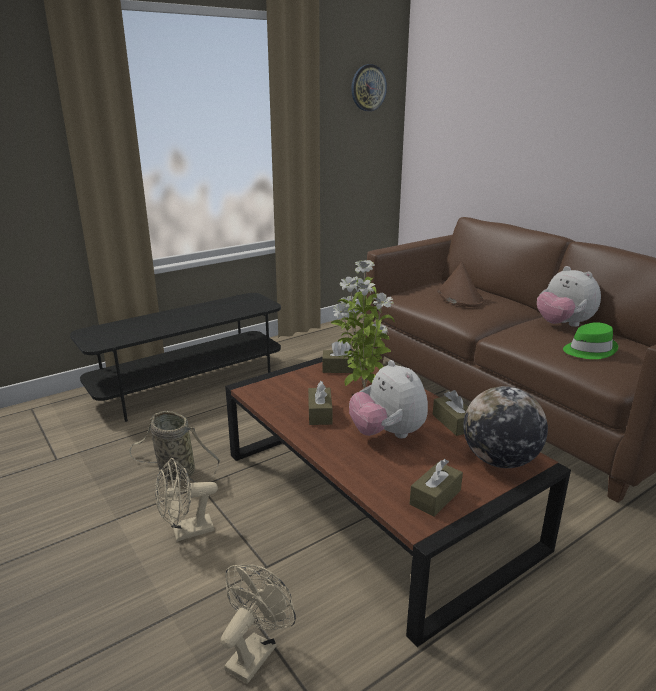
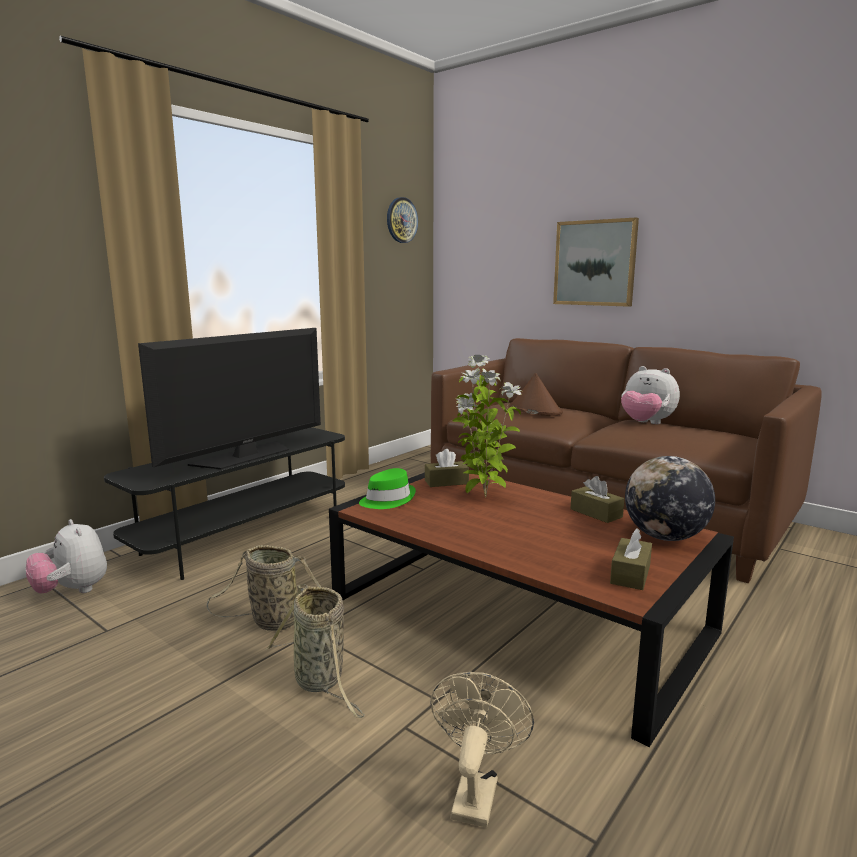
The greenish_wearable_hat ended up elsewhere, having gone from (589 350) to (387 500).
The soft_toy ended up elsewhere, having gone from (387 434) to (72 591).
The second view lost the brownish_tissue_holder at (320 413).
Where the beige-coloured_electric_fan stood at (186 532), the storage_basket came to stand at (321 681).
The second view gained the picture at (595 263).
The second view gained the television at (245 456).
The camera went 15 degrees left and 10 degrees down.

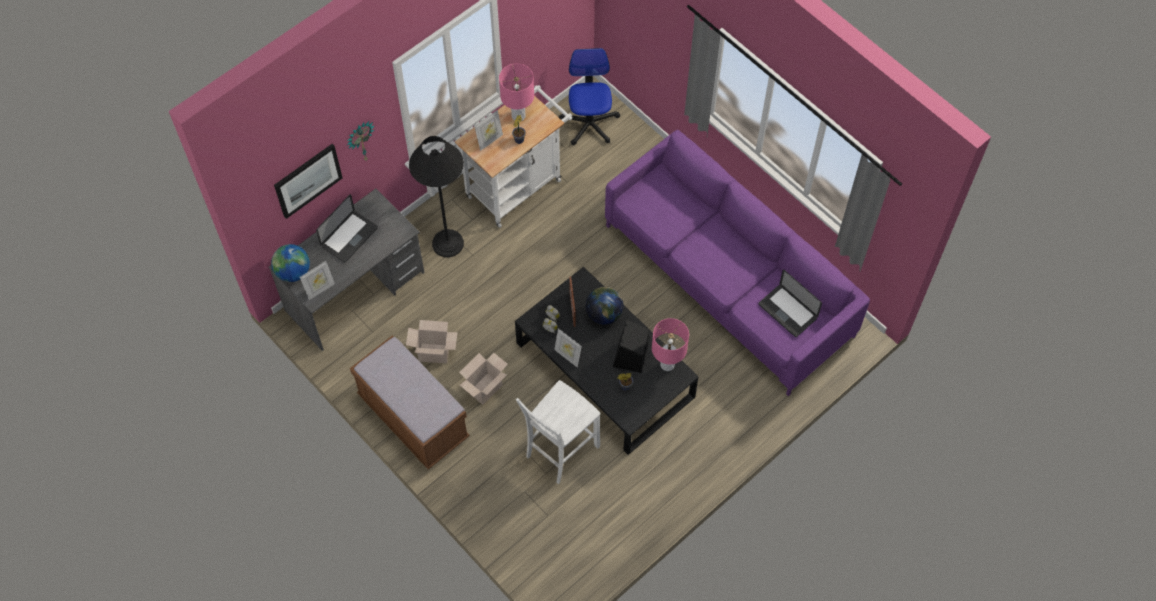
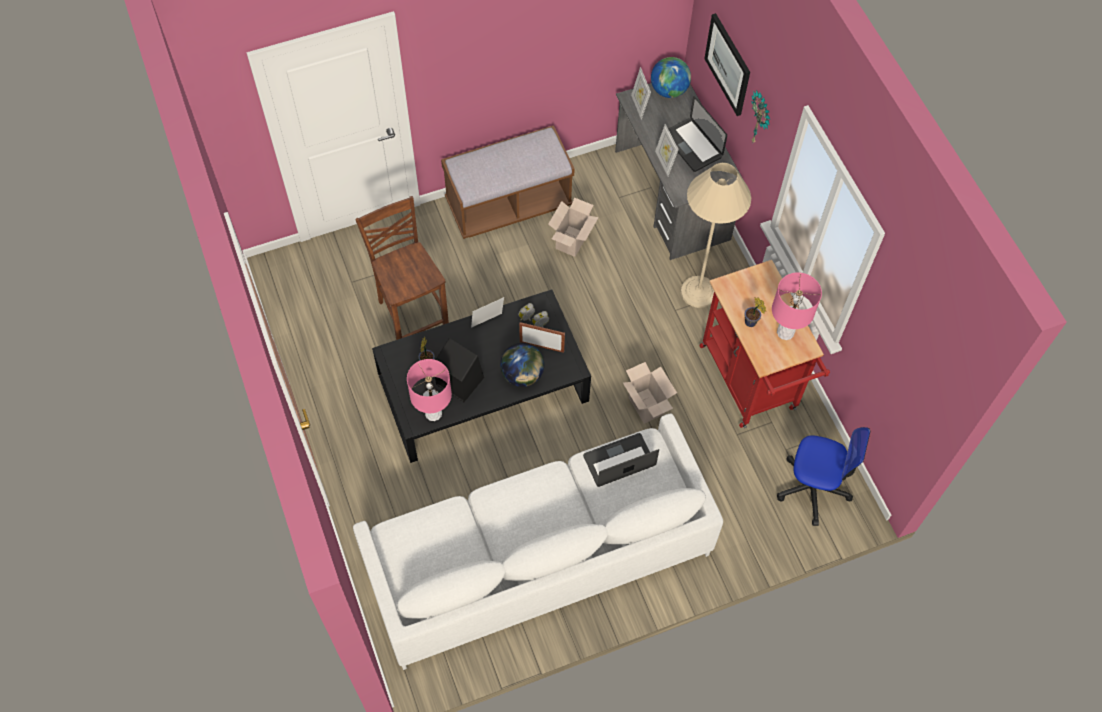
What was the whitish_cart at (518 184) turned into the reddish_cart at (751 383).
The standing_frame ended up elsewhere, having gone from (489 140) to (664 162).
What was the purple_settee at (728 280) turned into the whitish_settee at (537 556).
What was the black_floor_lamp at (448 243) turned into the beige-coloured_floor_lamp at (698 292).
The laptop ended up elsewhere, having gone from (787 311) to (619 461).
The carton ended up elsewhere, having gone from (485 387) to (647 406).
What was the whitish_chair at (560 451) turned into the brownish_chair at (412 315).
The camera went 110 degrees right and 0 degrees up.

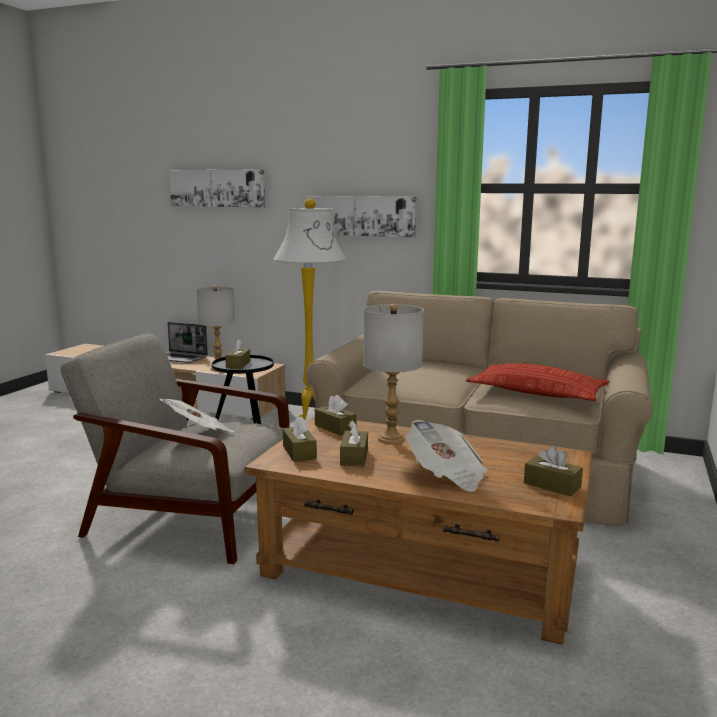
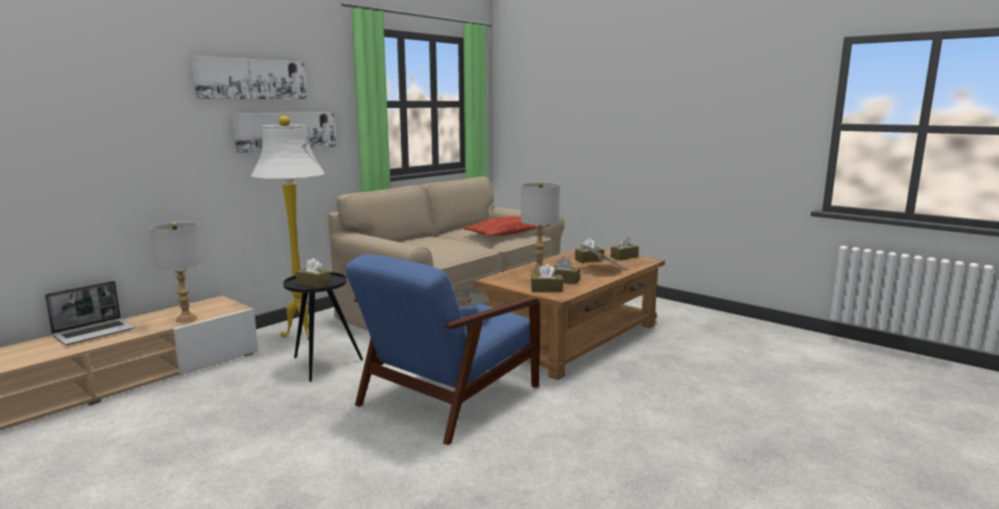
The picture ended up elsewhere, having gone from (217 188) to (251 79).
What was the grey_easy_chair at (189 517) turned into the bluish_easy_chair at (447 397).
The brownish_tissue_holder ended up elsewhere, having gone from (335 428) to (589 260).
The camera went 70 degrees left and 0 degrees up.

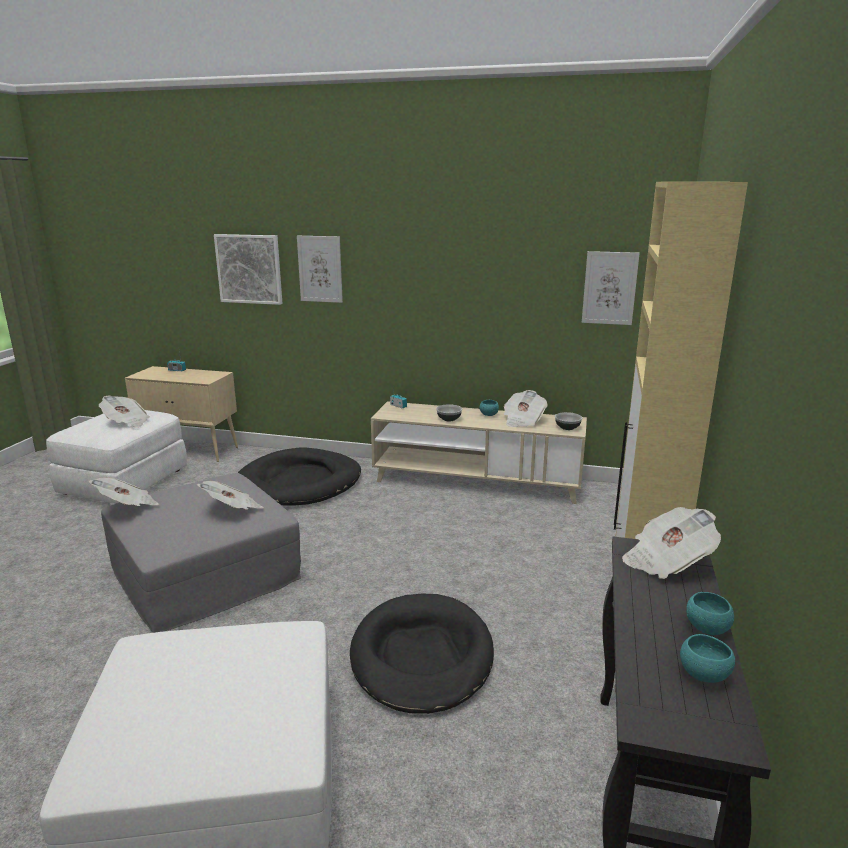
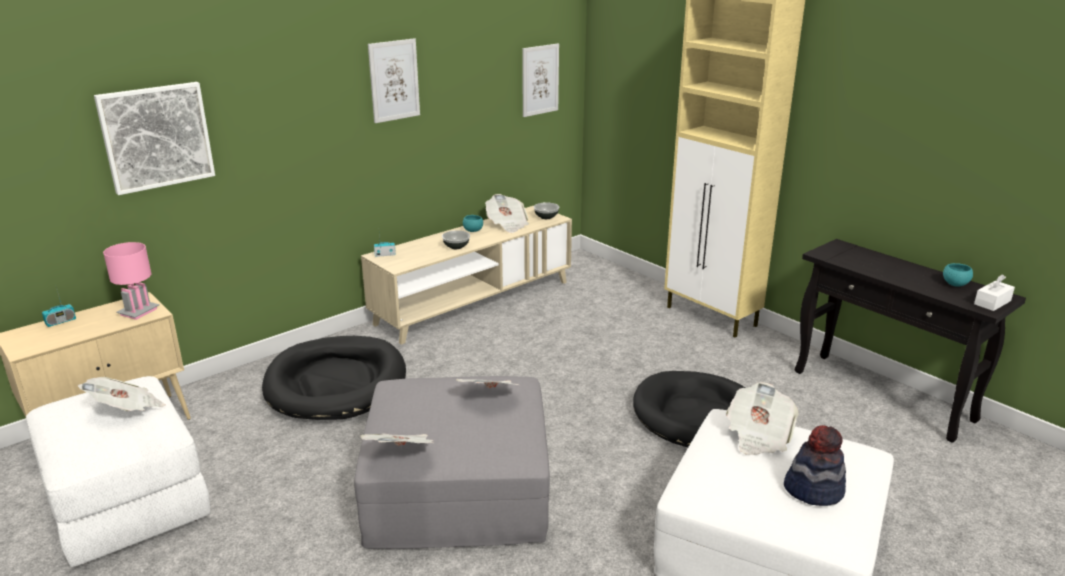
The picture ended up elsewhere, having gone from (320 269) to (394 80).
The printed_paper ended up elsewhere, having gone from (666 561) to (758 436).
The second view lost the turquoise-coloured_bowl at (707 628).
The second view gained the pink_table_lamp at (139 312).
The second view gained the whitish_tissue_holder at (992 302).
The second view gained the wearable_hat at (813 489).
The camera went 55 degrees left and 5 degrees up.

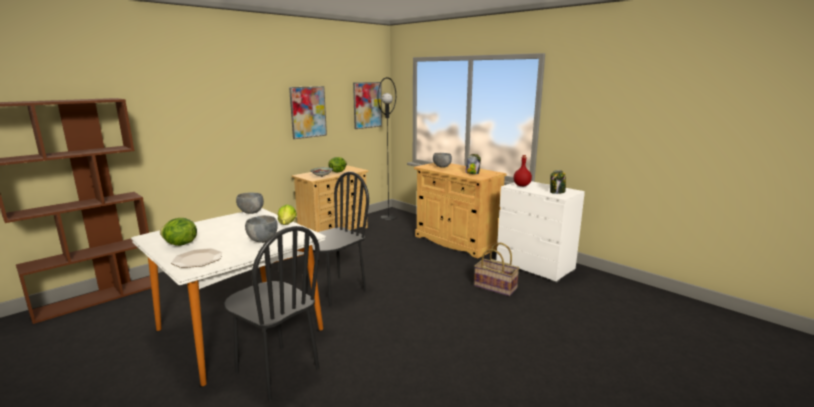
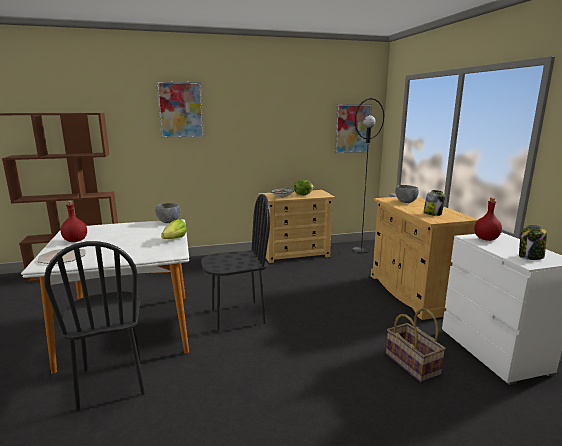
The picture ended up elsewhere, having gone from (308 112) to (180 110).
The second view lost the grey_bowl at (262 240).
Where the lettuce stood at (180 244), the reddish_drink_bottle came to stand at (75 241).
The camera went 30 degrees right and 0 degrees up.

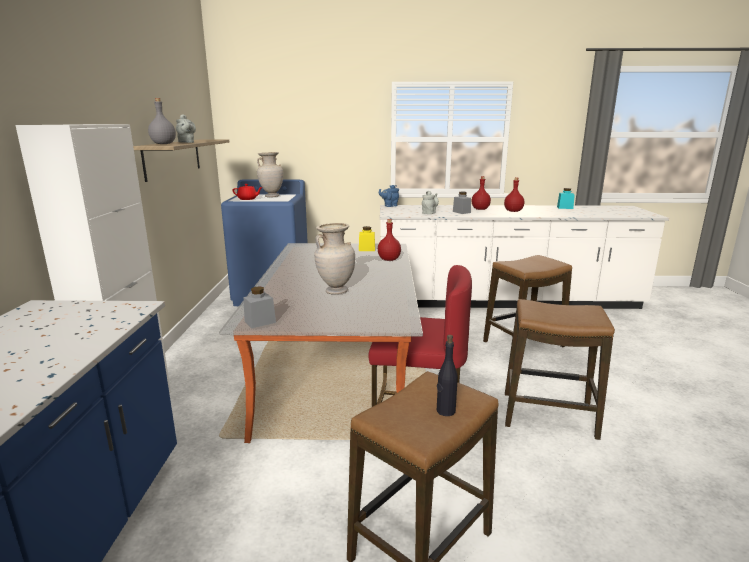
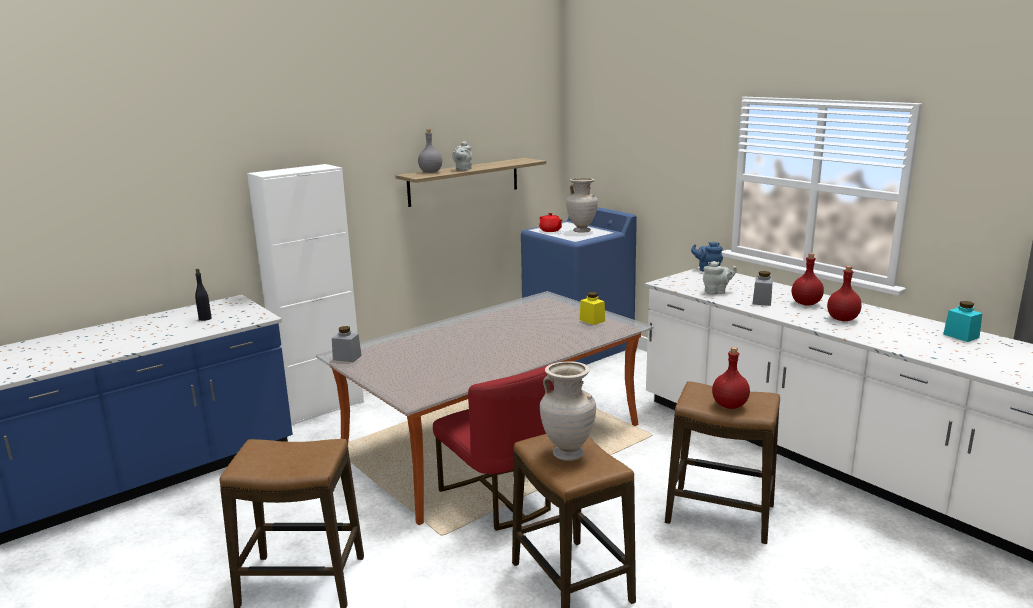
The reddish_drink_bottle ended up elsewhere, having gone from (389 259) to (730 405).
The beige-coloured_decorative_vase ended up elsewhere, having gone from (336 291) to (568 454).
The black_drink_bottle ended up elsewhere, having gone from (445 411) to (205 318).
The camera went 50 degrees right and 0 degrees up.

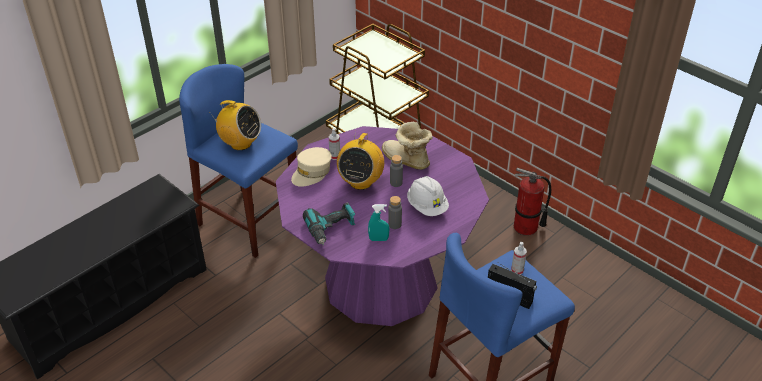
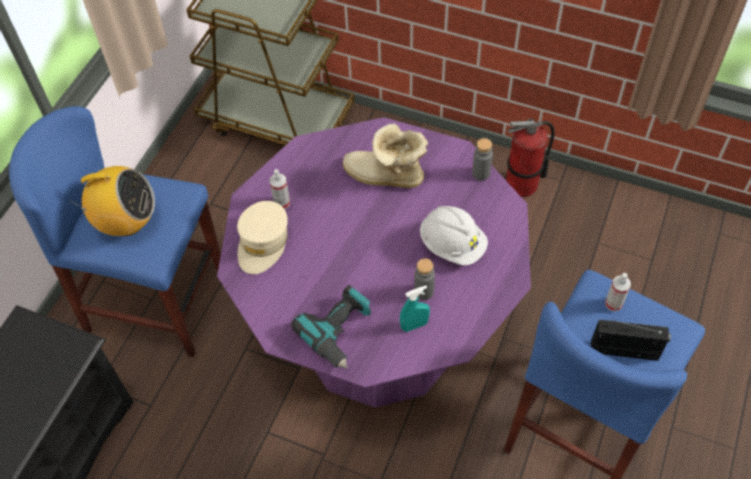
The second view lost the radio_set at (360 182).
The grey_drink_bottle ended up elsewhere, having gone from (396 183) to (481 173).
The camera went 20 degrees left and 15 degrees up.

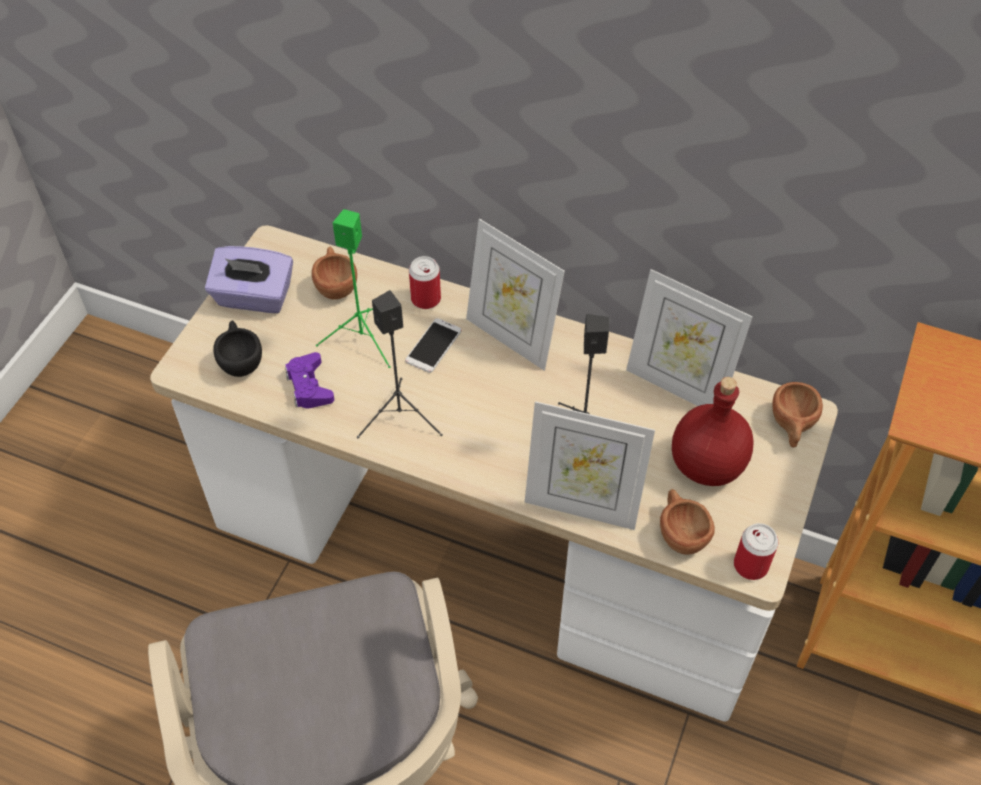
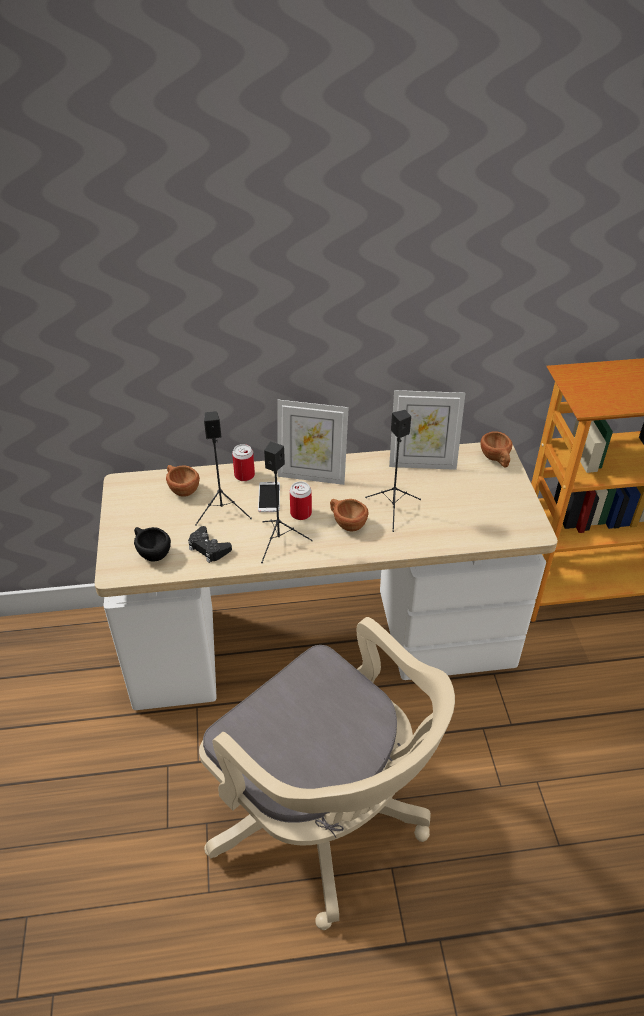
What was the greenish_audio_speaker at (363 340) turned into the black_audio_speaker at (223 511).
The second view lost the purple_tissue_holder at (254 297).
What was the purple_gamepad at (309 386) turned into the black_gamepad at (208 548).
The second view lost the reddish_drink_bottle at (707 464).
The second view lost the standing_frame at (582 506).
The brownish_small_cup ended up elsewhere, having gone from (680 532) to (346 523).
The can ended up elsewhere, having gone from (750 565) to (301 513).
The camera went 30 degrees left and 10 degrees down.

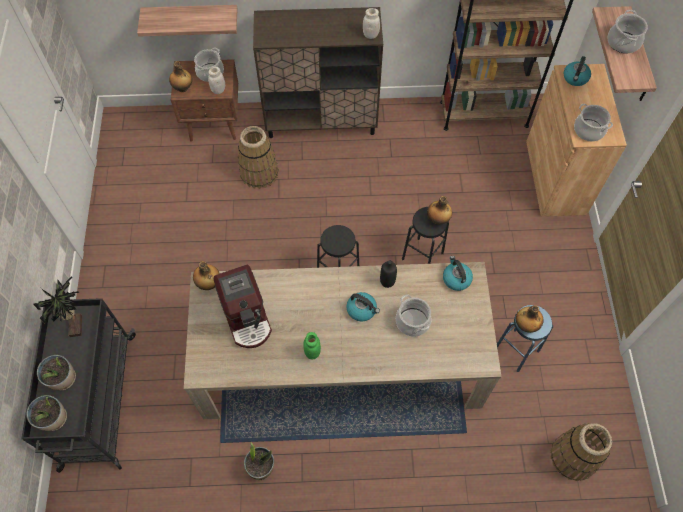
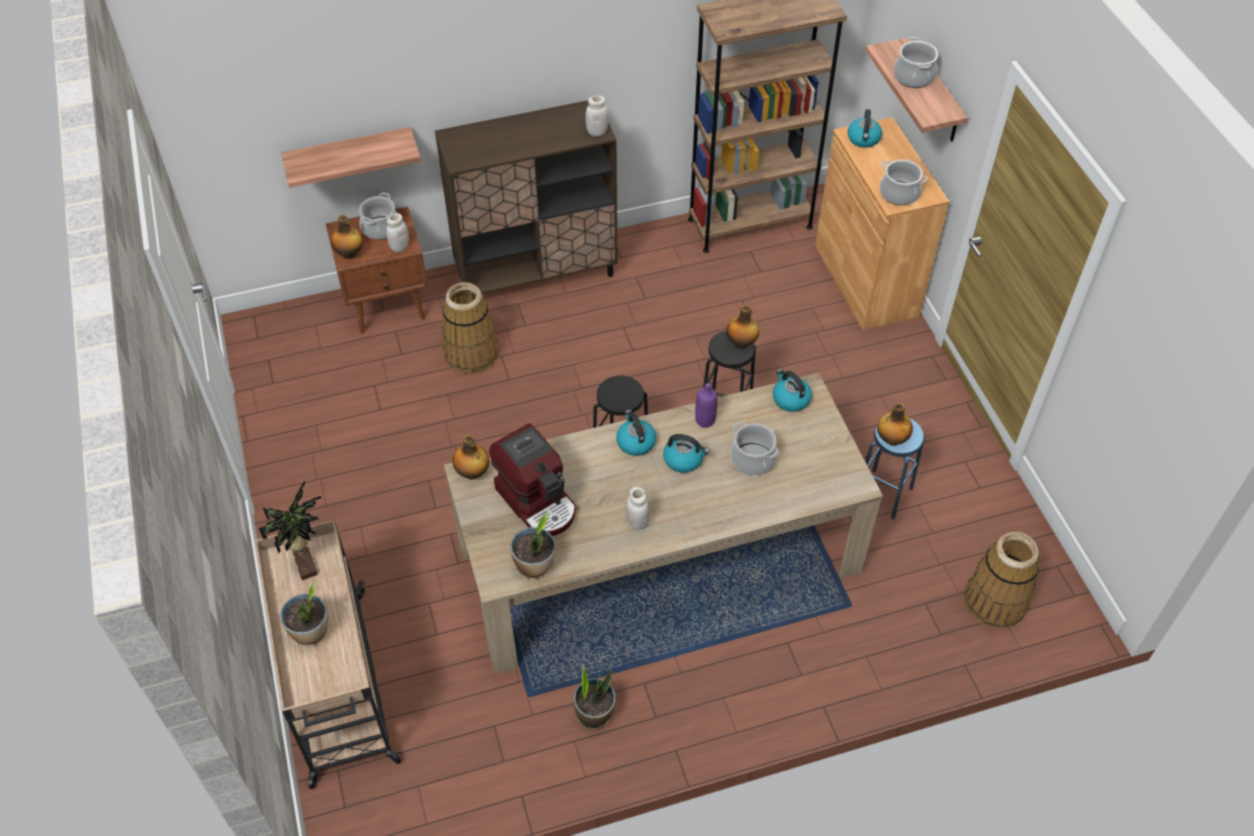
What was the black_drink_bottle at (387 281) turned into the purple_drink_bottle at (705 420).
What was the black_cart at (98 402) turned into the beige-coloured_cart at (338 688).
What was the greenish_preserve_jar at (312 352) turned into the whitish_preserve_jar at (637 522).
The houseplant ended up elsewhere, having gone from (54 419) to (535 566).
The second view gained the tea_kettle at (635 442).
The camera went 15 degrees left and 10 degrees down.

